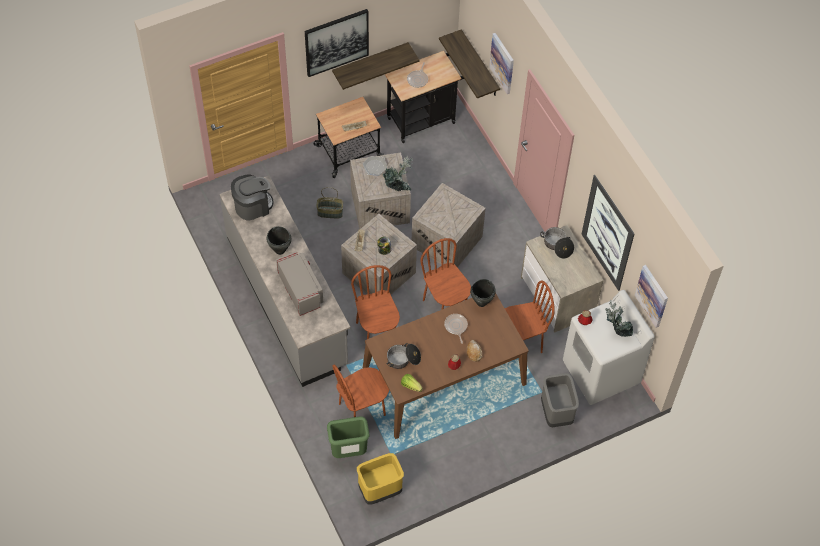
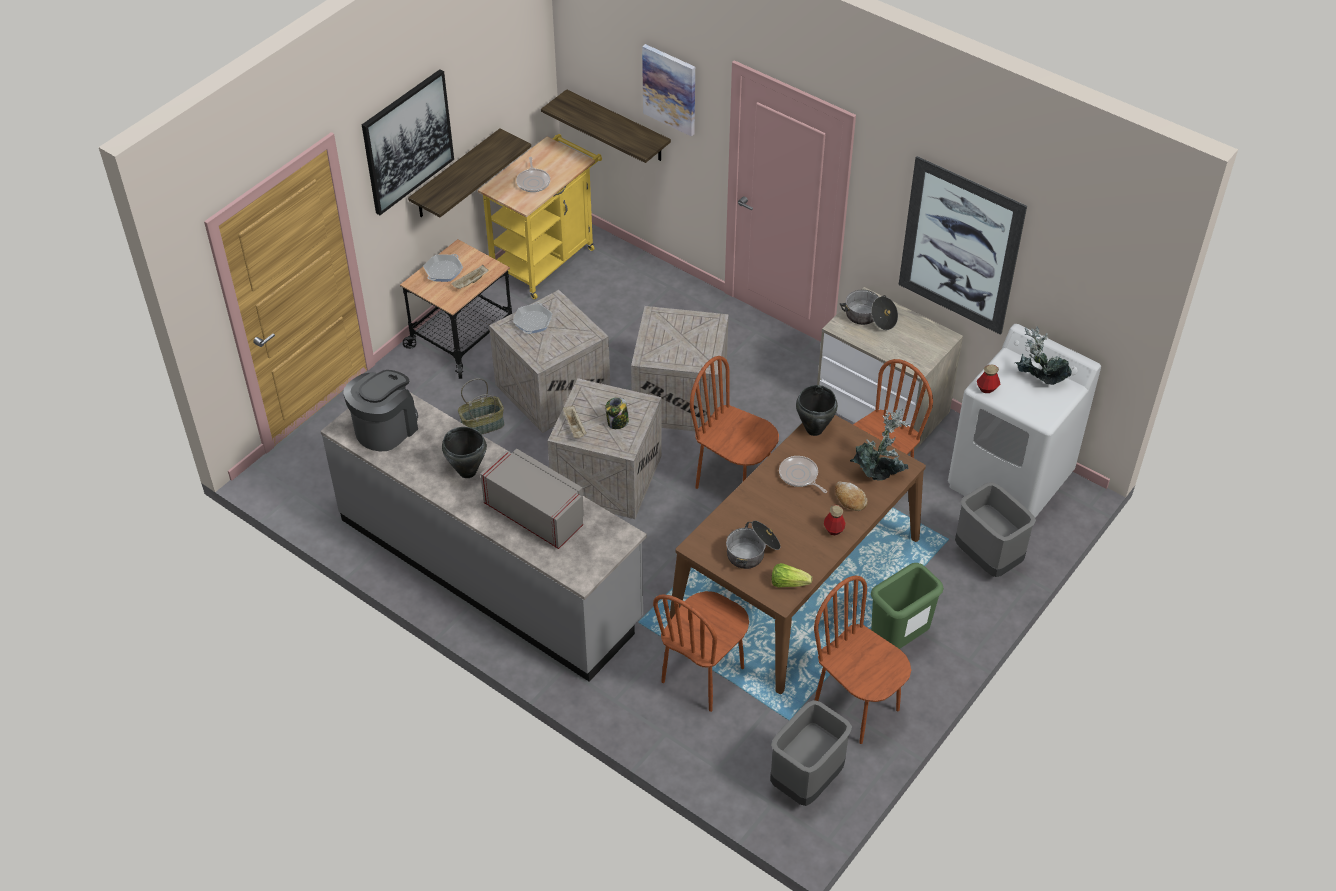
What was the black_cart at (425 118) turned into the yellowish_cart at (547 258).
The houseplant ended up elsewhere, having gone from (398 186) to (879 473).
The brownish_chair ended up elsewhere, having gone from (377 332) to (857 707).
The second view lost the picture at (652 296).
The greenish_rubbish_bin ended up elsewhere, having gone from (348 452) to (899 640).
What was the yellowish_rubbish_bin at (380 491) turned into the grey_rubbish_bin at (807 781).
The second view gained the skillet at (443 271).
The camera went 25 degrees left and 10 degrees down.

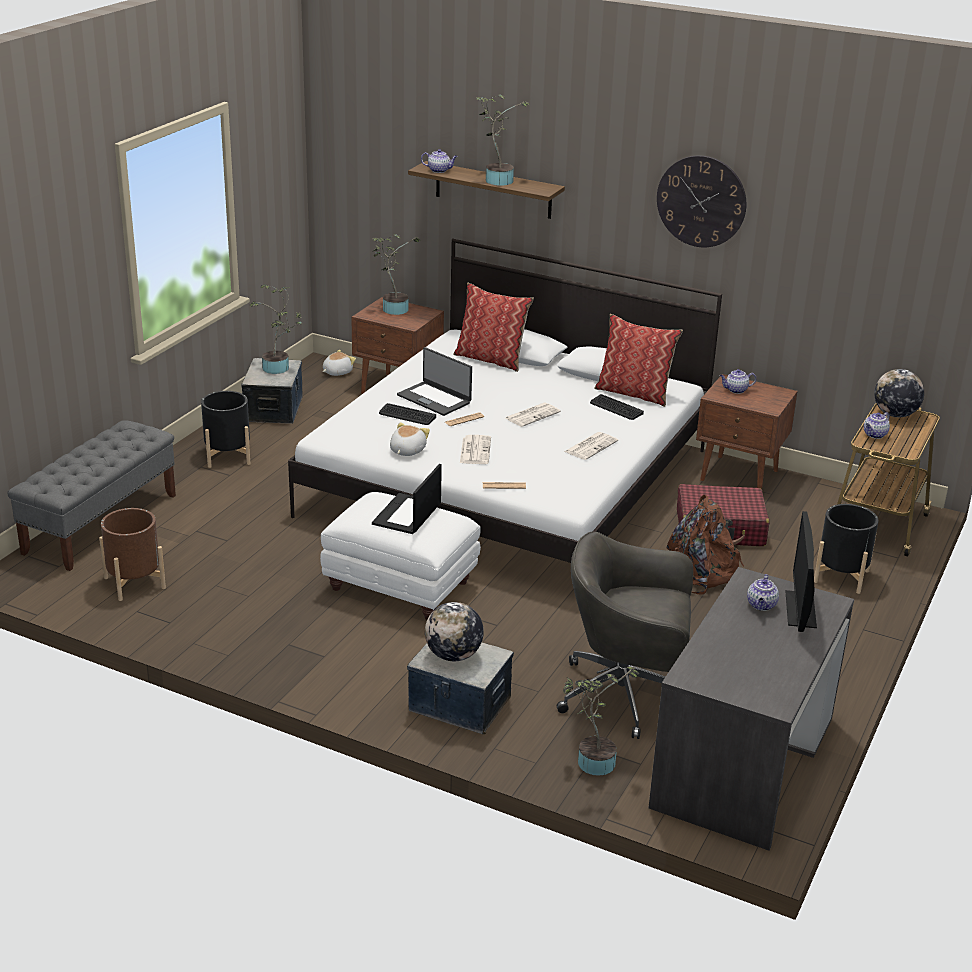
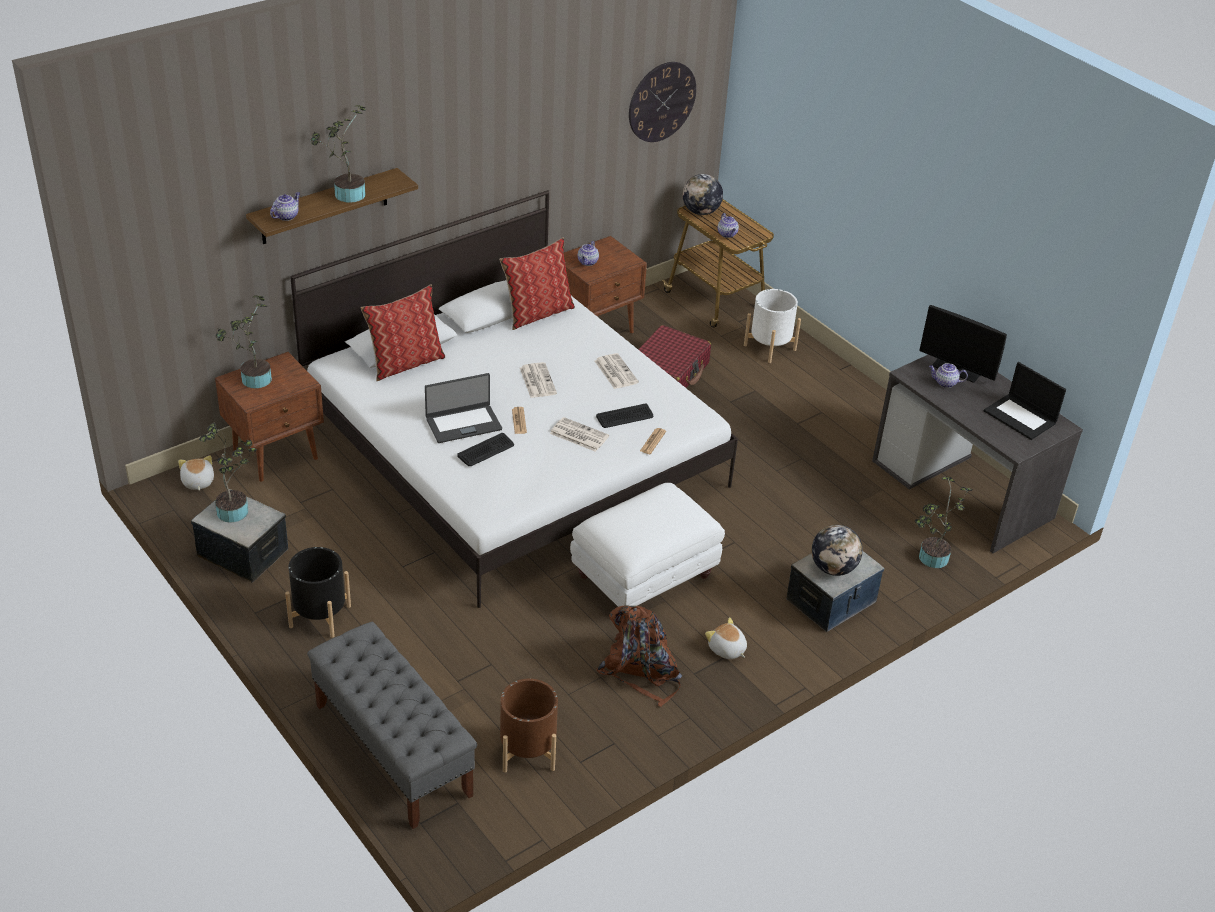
The clock_on_the_wall ended up elsewhere, having gone from (701 201) to (662 101).
The keyboard ended up elsewhere, having gone from (616 408) to (625 417).
The soft_toy ended up elsewhere, having gone from (406 450) to (726 649).
The laptop ended up elsewhere, having gone from (407 515) to (1021 417).
The brownish_knapsack ended up elsewhere, having gone from (700 572) to (641 670).
What was the black_planter at (841 576) turned into the whitish_planter at (770 347).
The second view lost the grey_desk_chair at (626 695).
The pot_for_tea at (761 605) ended up facing another way, 150 degrees clockwise from before.
The camera went 65 degrees left and 10 degrees up.

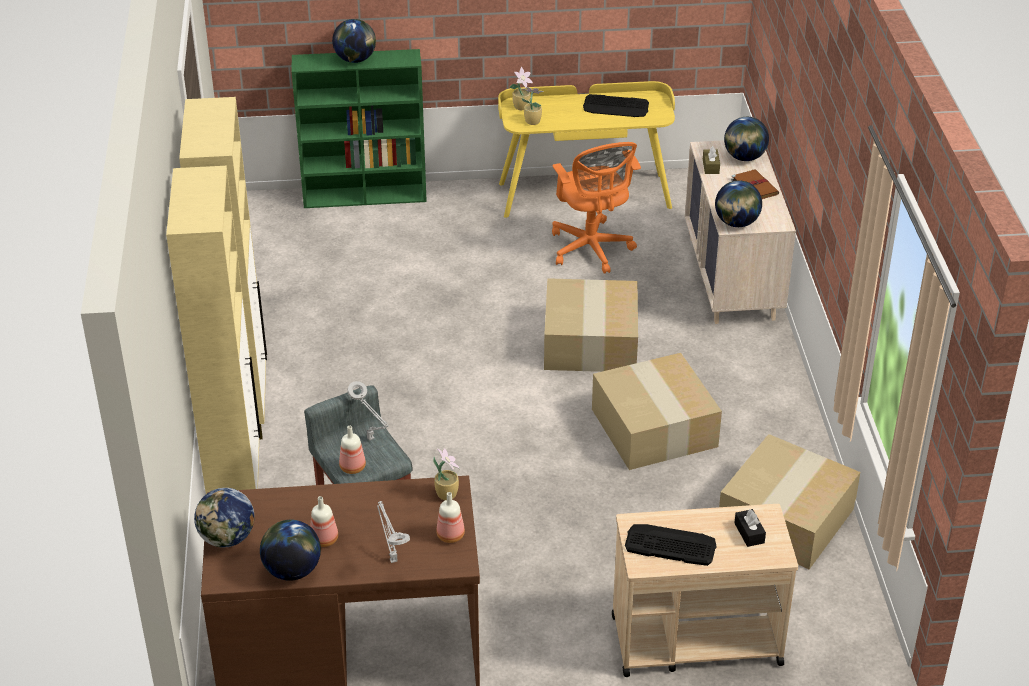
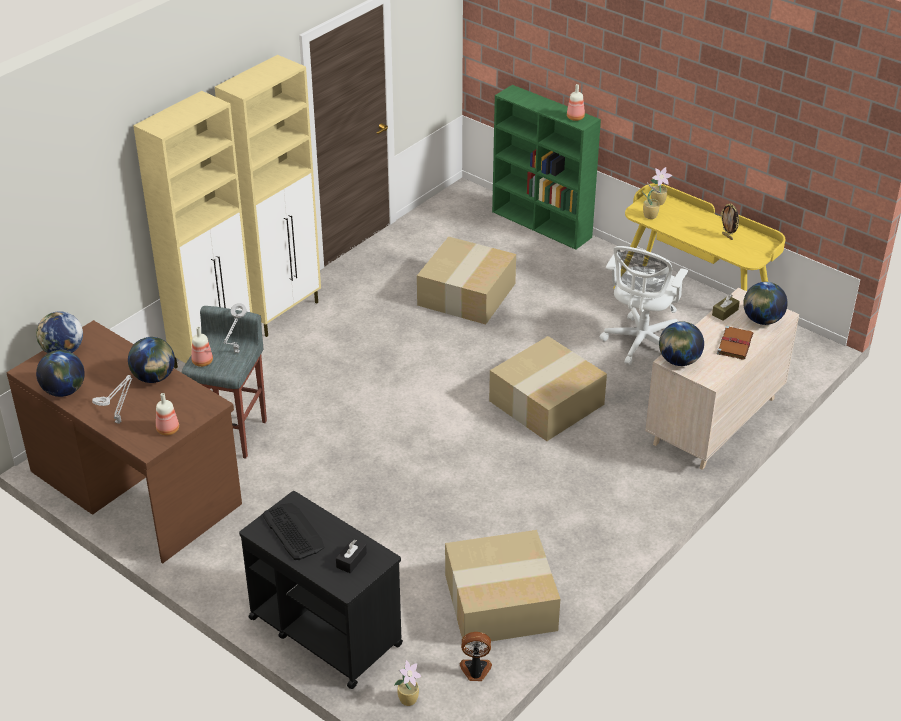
The globe ended up elsewhere, having gone from (355 59) to (154 377).
Where the keyboard stood at (616 107), the standing_frame came to stand at (727 236).
What was the orangey_desk_chair at (591 250) turned into the whitish_desk_chair at (640 343).
The carton ended up elsewhere, having gone from (656 428) to (467 295).
The houseplant ended up elsewhere, having gone from (447 493) to (409 699).
The drink_bottle ended up elsewhere, having gone from (325 539) to (576 117).
What was the beige-coloured_cart at (694 639) turned into the black_cart at (324 630).
The second view gained the electric_fan at (475 671).
The camera went 45 degrees right and 0 degrees up.

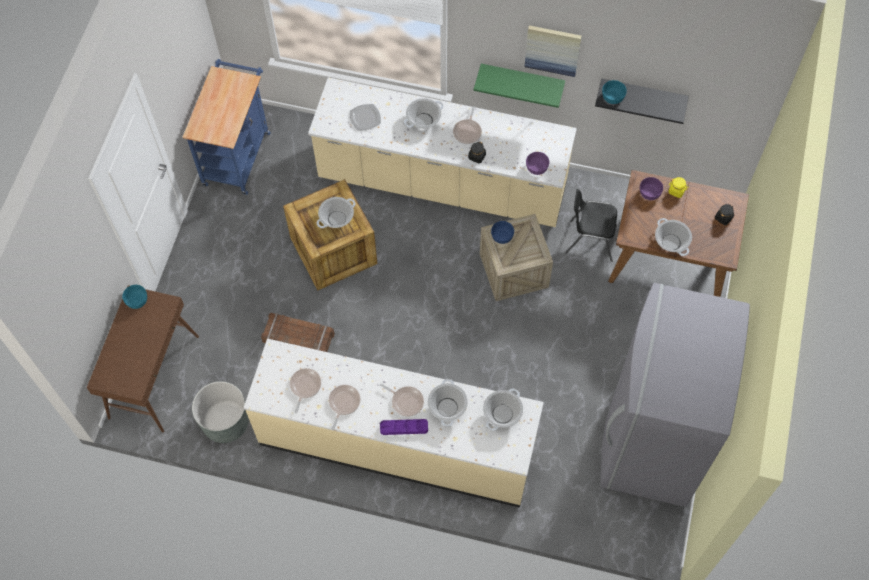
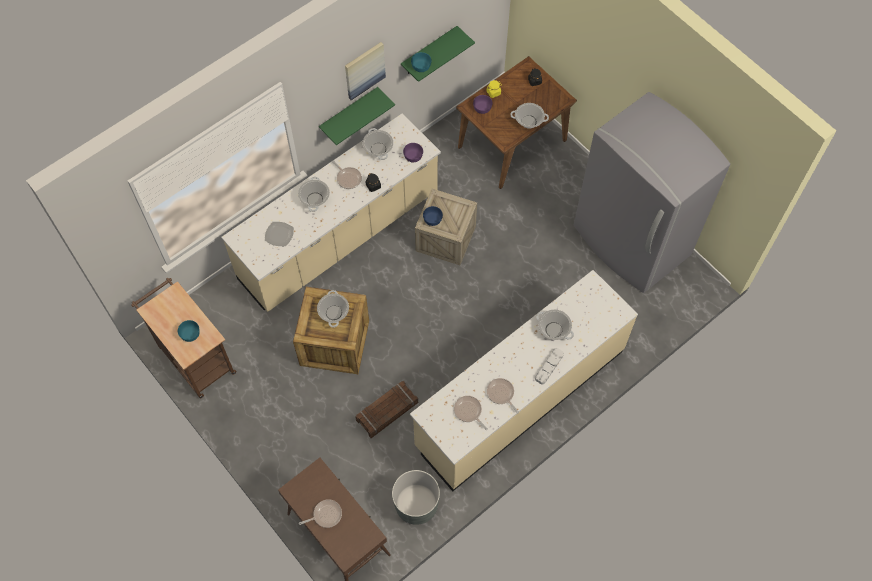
What was the bluish_cart at (238 154) turned into the brownish_cart at (194 357).
What was the black_bracket_shelf at (642 95) turned into the greenish_bracket_shelf at (429 51).
The second view lost the black_chair at (590 240).
The turquoise-coloured_bowl ended up elsewhere, having gone from (137 300) to (190 334).
The skillet ended up elsewhere, having gone from (406 401) to (325 515).
The stockpot ended up elsewhere, having gone from (502 414) to (378 149).
What was the purple_tray at (404 428) turned into the grey_tray at (549 367).
The camera went 55 degrees left and 0 degrees up.

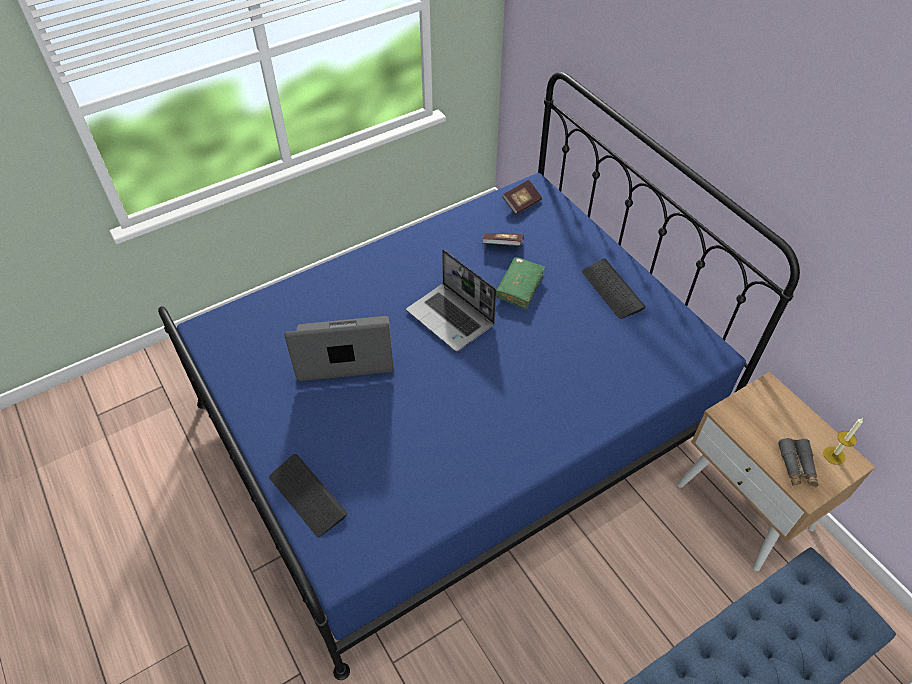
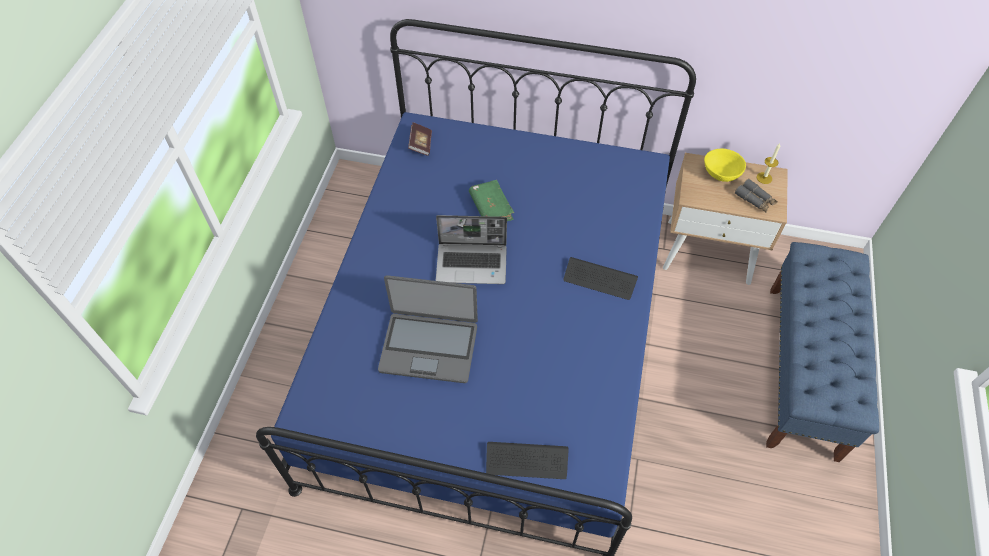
The second view lost the book at (502 245).
The keyboard ended up elsewhere, having gone from (612 290) to (599 279).
The laptop at (344 352) ended up facing another way, 120 degrees counterclockwise from before.
The second view gained the yellowish_bowl at (721 174).
The camera went 45 degrees left and 5 degrees up.

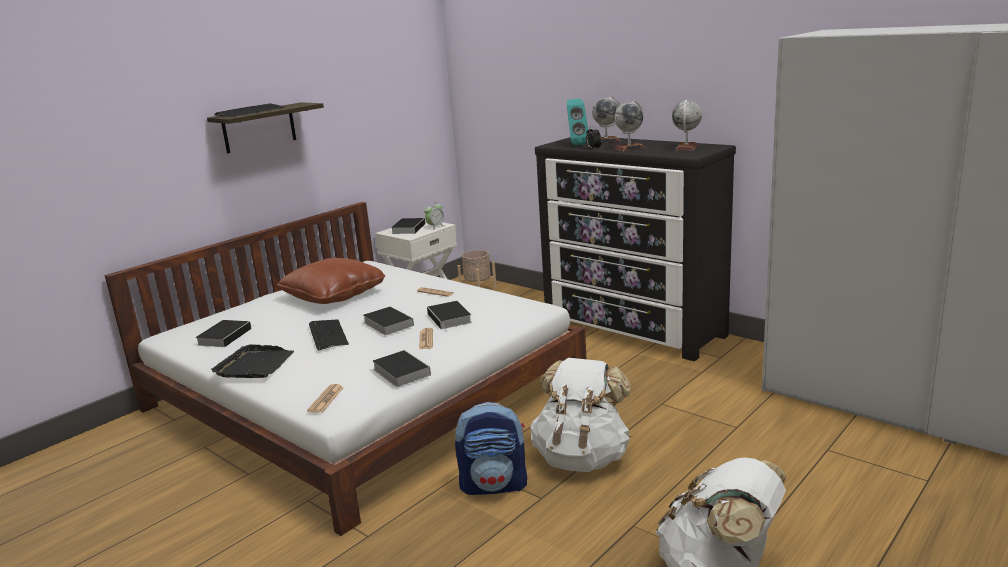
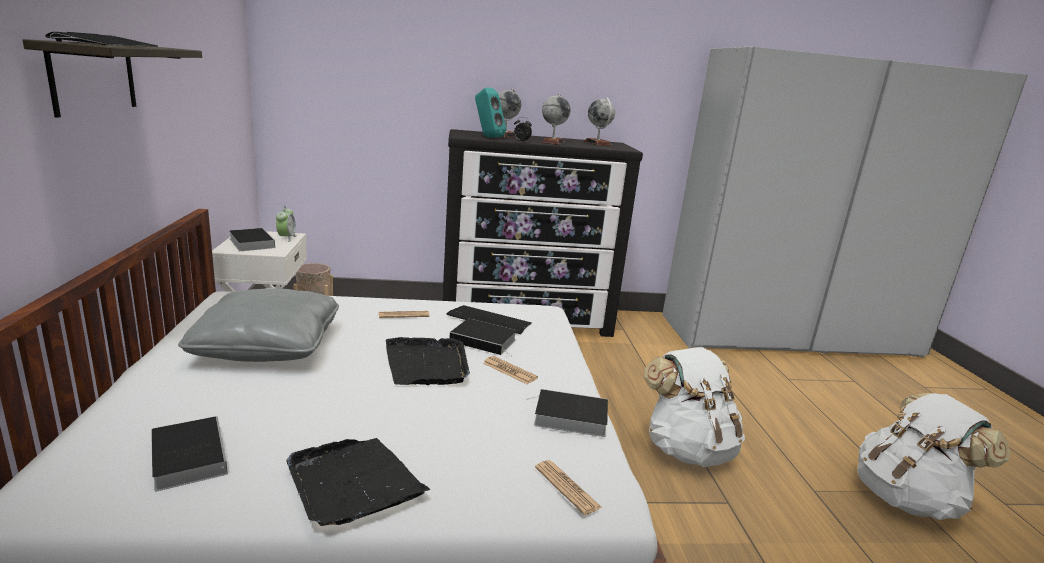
What was the brownish_cushion at (334 296) turned into the grey_cushion at (268 346).
Where the book stood at (387 323), the black_tray came to stand at (427 364).
The keyboard ended up elsewhere, having gone from (327 335) to (489 320).
The second view lost the knapsack at (494 485).
The camera went 50 degrees left and 0 degrees up.

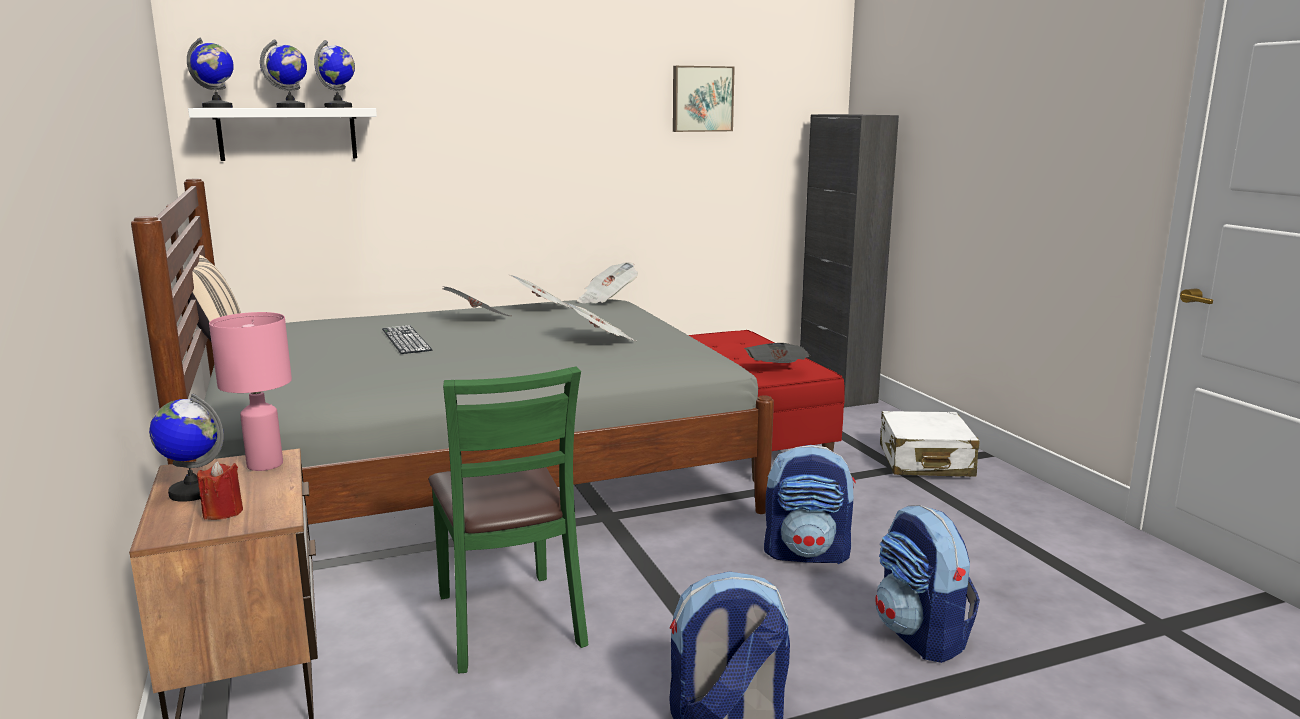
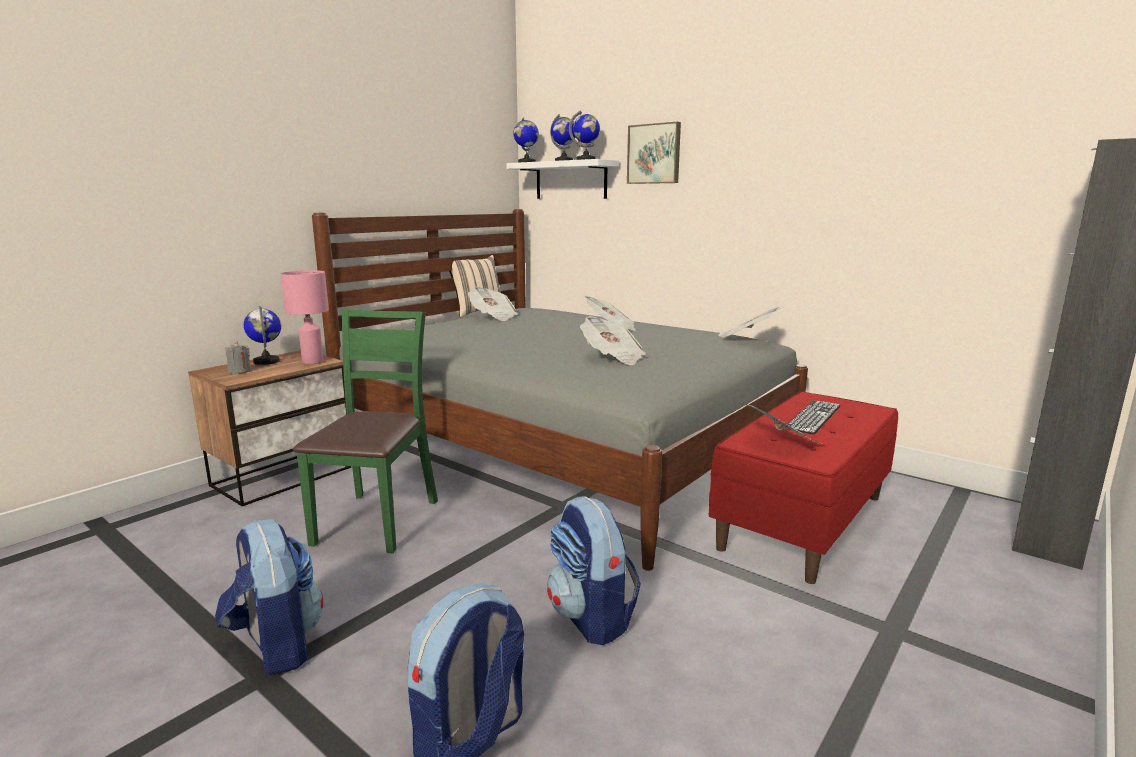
The picture ended up elsewhere, having gone from (702 99) to (654 154).
The printed_paper ended up elsewhere, having gone from (542 308) to (493 317).
The keyboard ended up elsewhere, having gone from (406 339) to (813 416).
The greenish_chair at (508 621) ended up facing another way, 150 degrees clockwise from before.
The second view lost the whitish_piece_of_luggage at (925 461).
What was the reddish_wax_candle at (223 512) turned into the grey_wax_candle at (239 371).
The camera went 60 degrees right and 0 degrees up.

